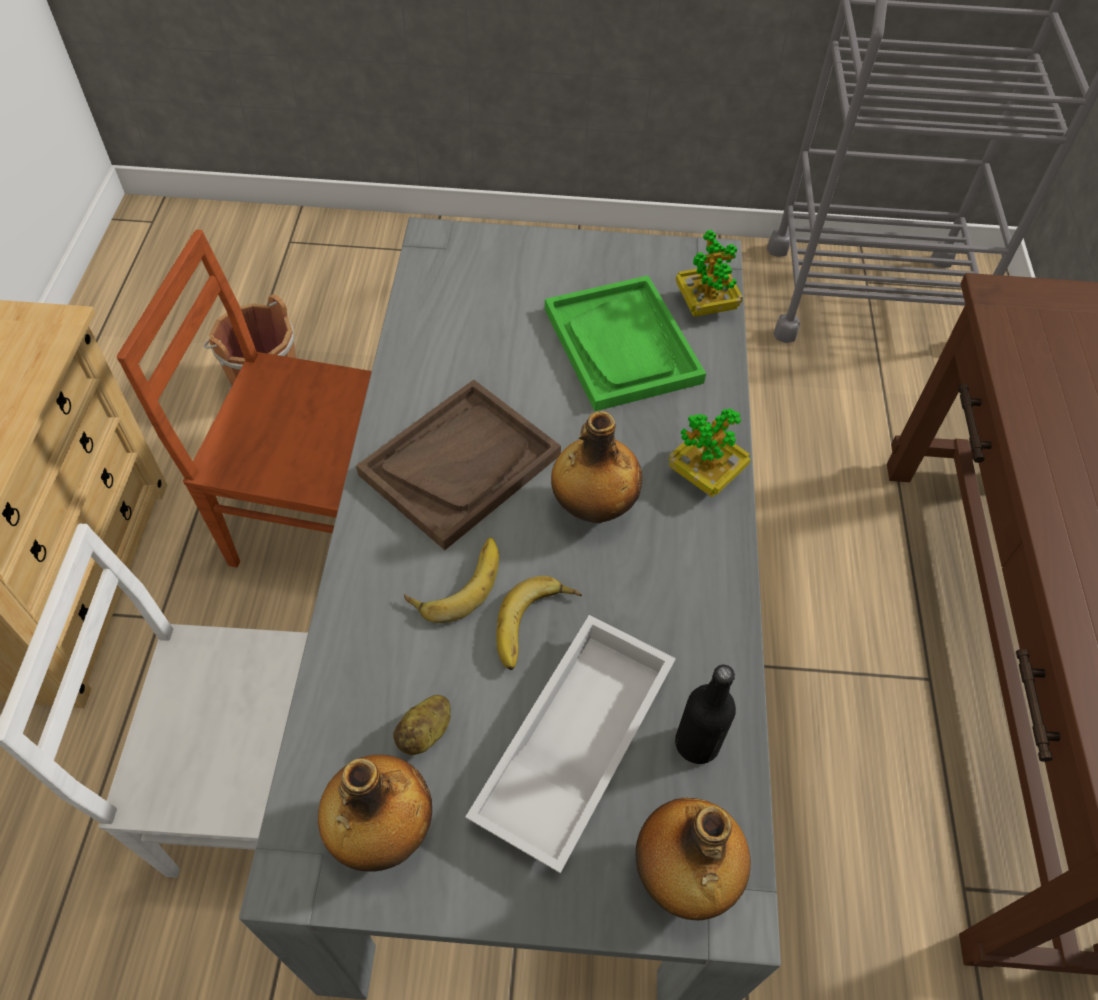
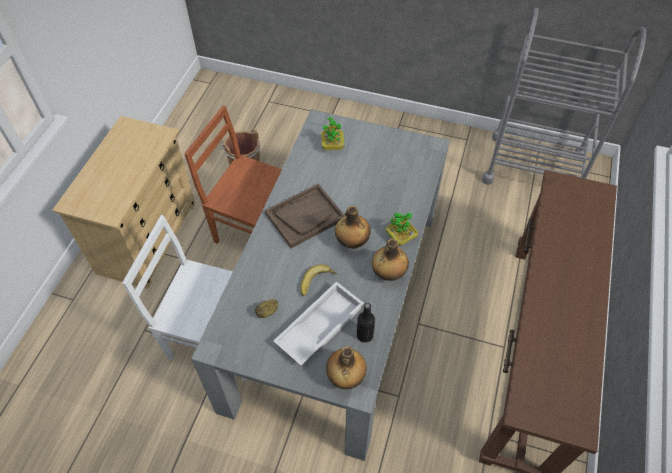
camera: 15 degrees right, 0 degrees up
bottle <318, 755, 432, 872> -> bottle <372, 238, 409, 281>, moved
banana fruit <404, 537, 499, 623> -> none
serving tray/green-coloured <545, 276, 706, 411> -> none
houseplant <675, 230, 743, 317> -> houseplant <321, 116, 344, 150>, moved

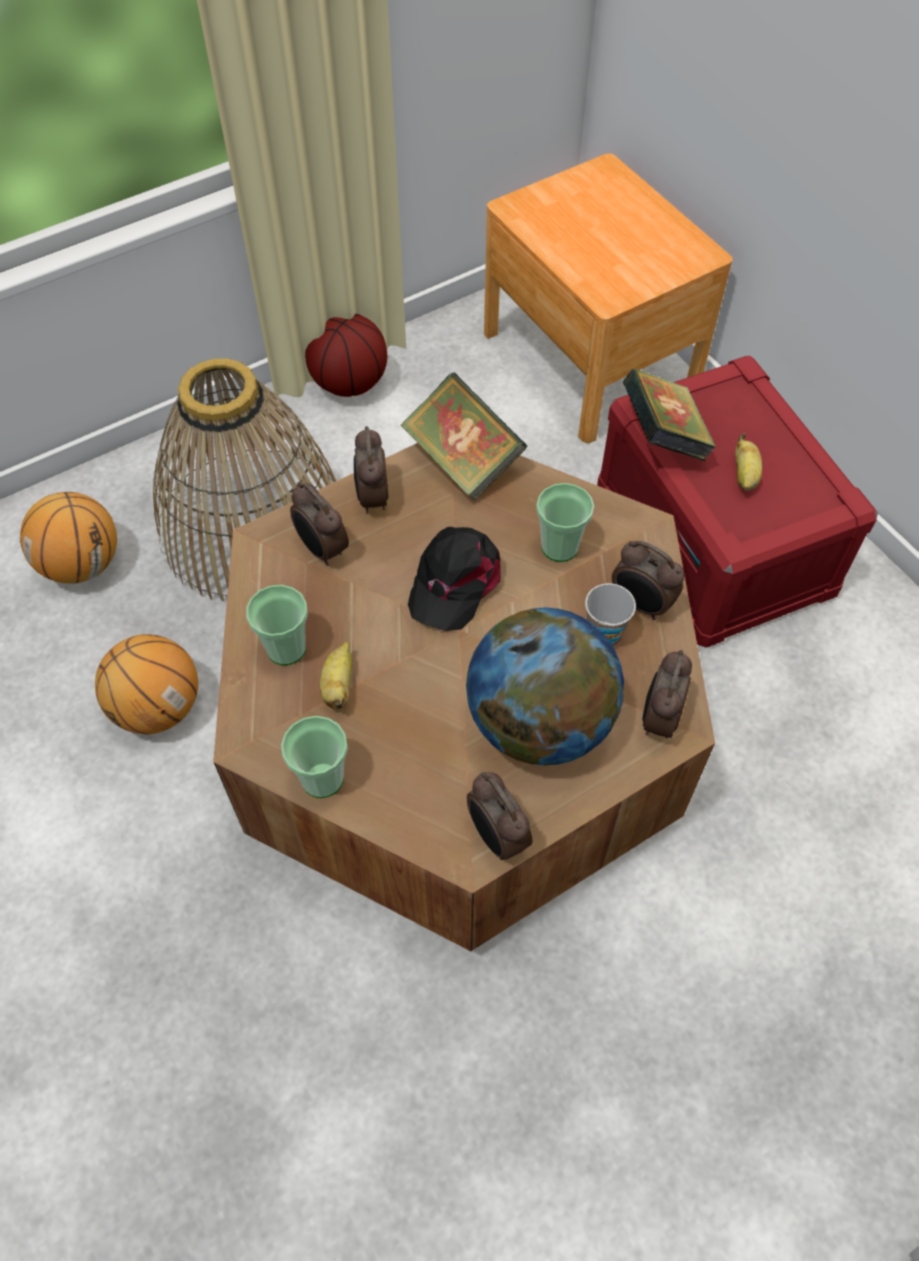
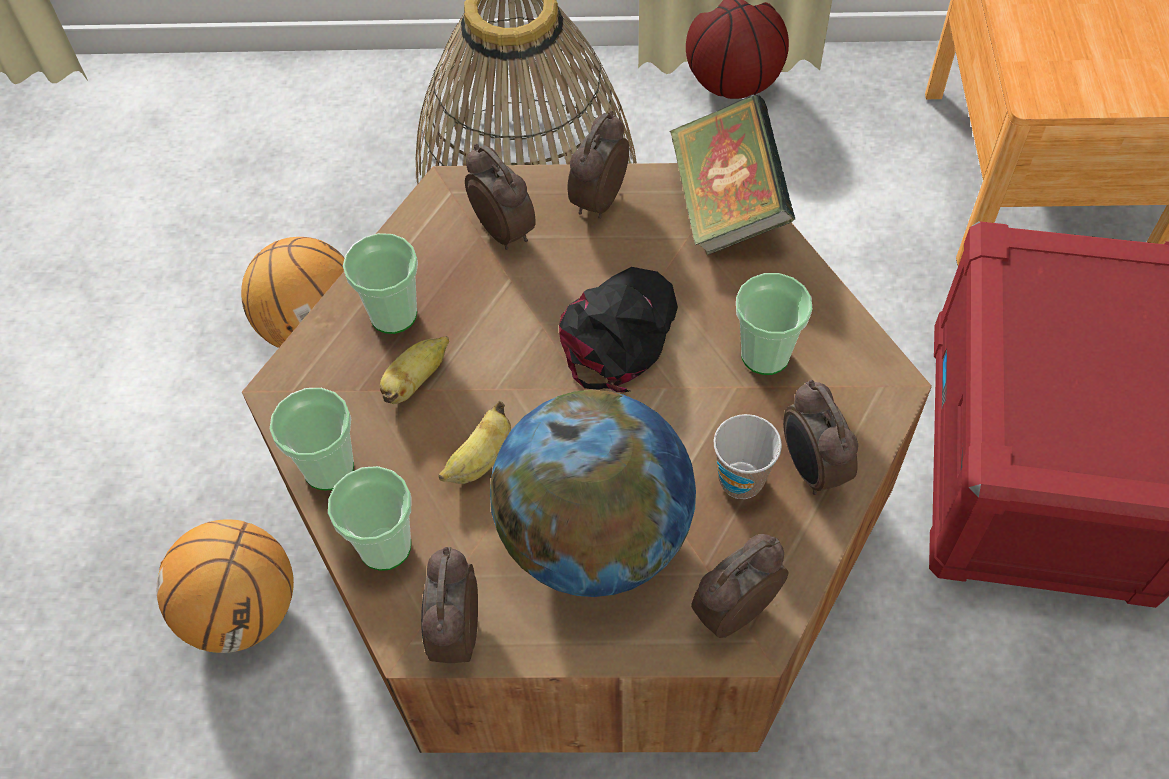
camera: 35 degrees right, 0 degrees up
basketball <20, 492, 117, 584> -> basketball <157, 519, 294, 653>, moved
table clock <290, 482, 349, 566> -> table clock <465, 143, 536, 250>, 150 degrees clockwise
peaked cap/blackish <408, 527, 501, 631> -> peaked cap/blackish <559, 267, 678, 392>, 150 degrees clockwise
bound book <623, 369, 717, 461> -> none
banana fruit <735, 433, 762, 491> -> banana fruit <438, 401, 511, 484>, moved
none -> drinking cup <328, 466, 412, 571>

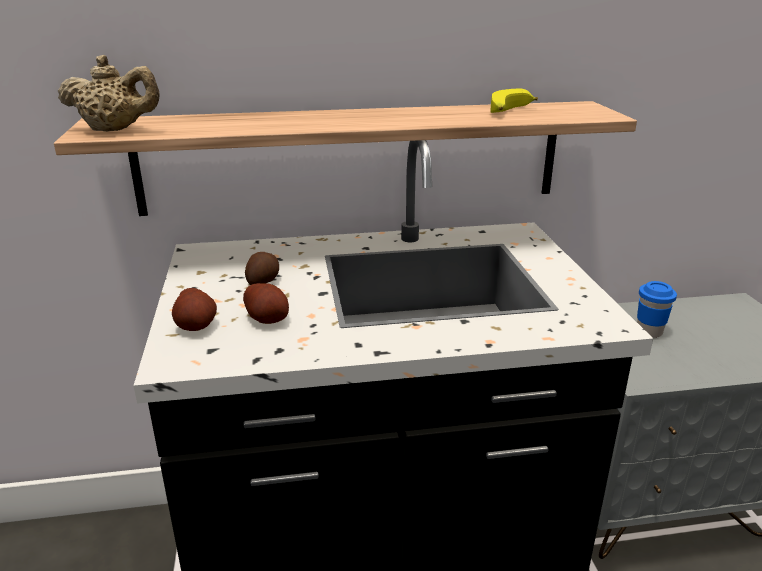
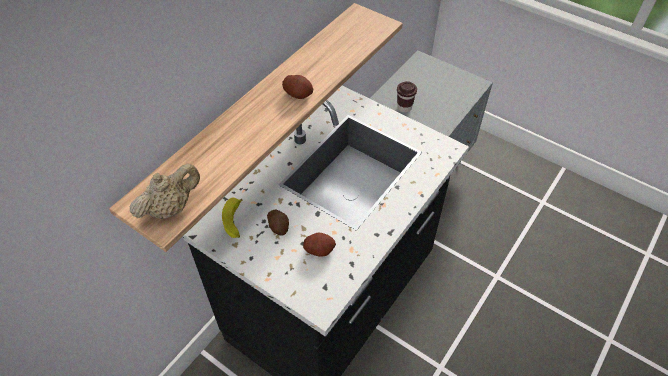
camera: 45 degrees left, 25 degrees up
spud <172, 288, 217, 331> -> spud <282, 75, 313, 99>, moved
banana fruit <491, 88, 538, 113> -> banana fruit <222, 198, 243, 238>, moved
drinking cup/bluish <637, 281, 677, 338> -> drinking cup/brown-coloured <397, 81, 417, 113>

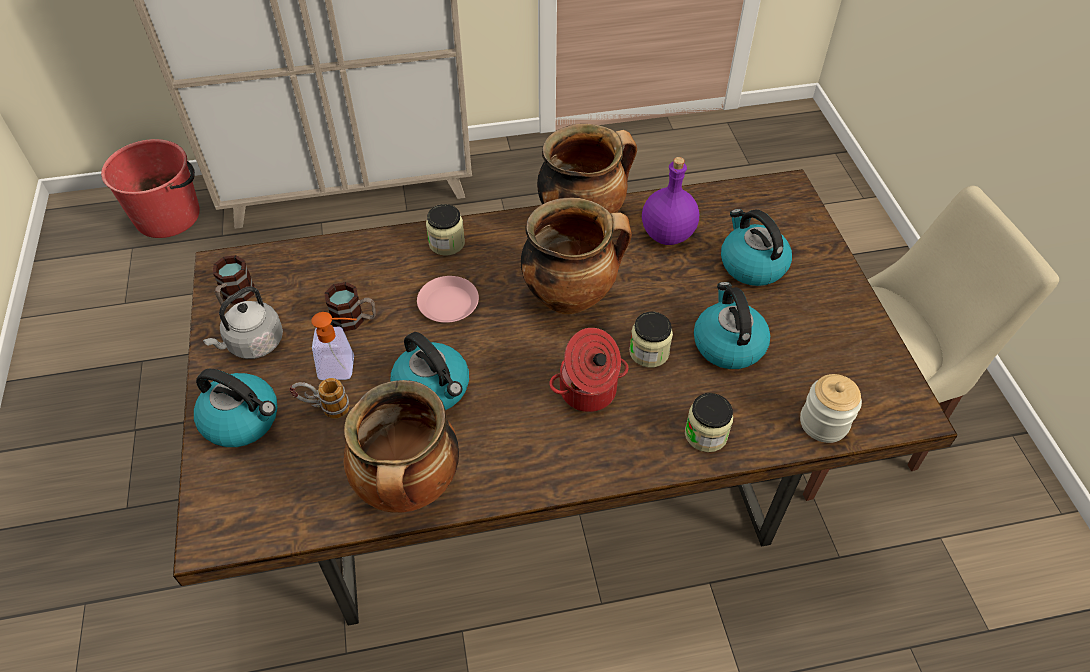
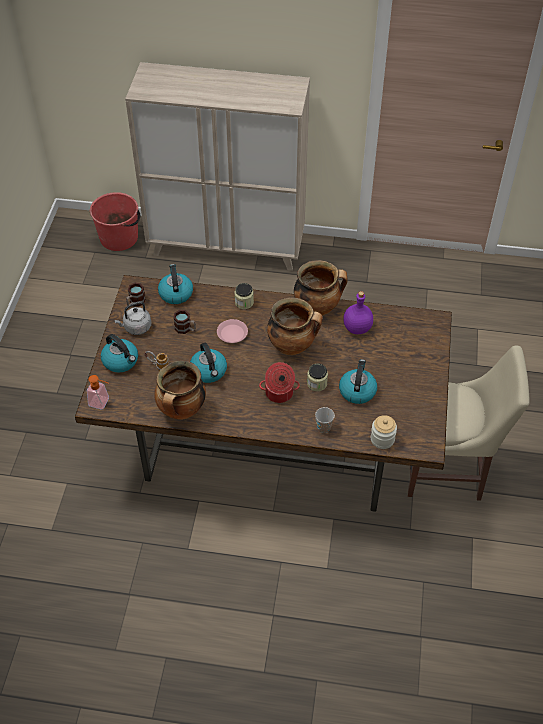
camera: 20 degrees right, 0 degrees up
soap bottle <311, 312, 357, 380> -> soap bottle <87, 375, 109, 410>, moved
storage jar <685, 393, 733, 452> -> drinking cup <315, 407, 335, 433>
kettle <721, 209, 792, 286> -> kettle <158, 264, 193, 304>, moved

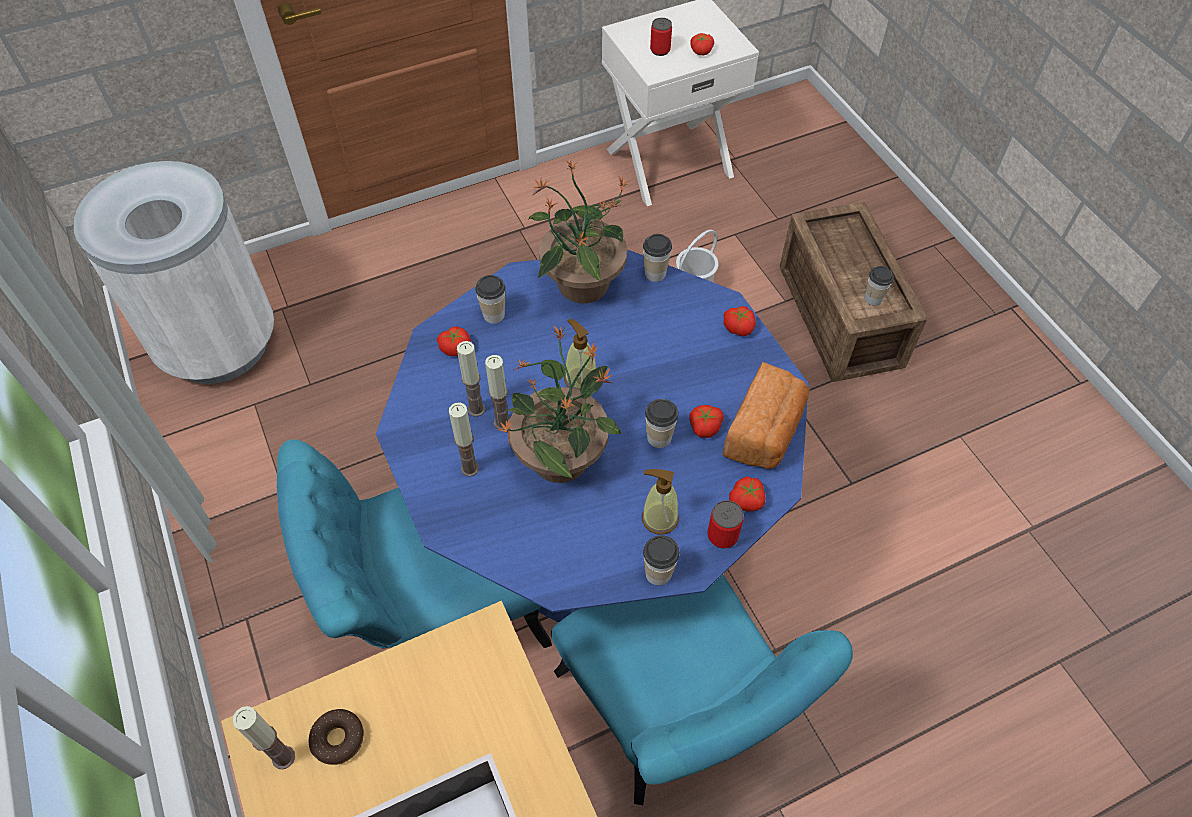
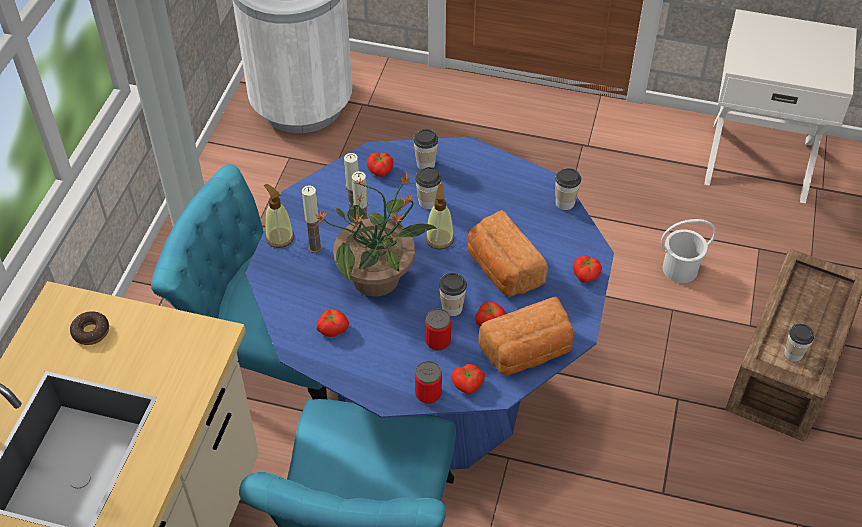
camera: 40 degrees right, 5 degrees down
candle <232, 706, 295, 769> -> none
houseplant <528, 160, 631, 304> -> none
soap bottle <642, 469, 679, 535> -> soap bottle <264, 184, 294, 248>, moved
drinking cup <643, 535, 679, 586> -> drinking cup <415, 167, 441, 210>, moved
metal can <650, 18, 672, 56> -> metal can <425, 309, 451, 350>, moved
tomato <690, 33, 714, 56> -> tomato <317, 309, 349, 337>, moved
none -> baked bread <467, 210, 548, 297>

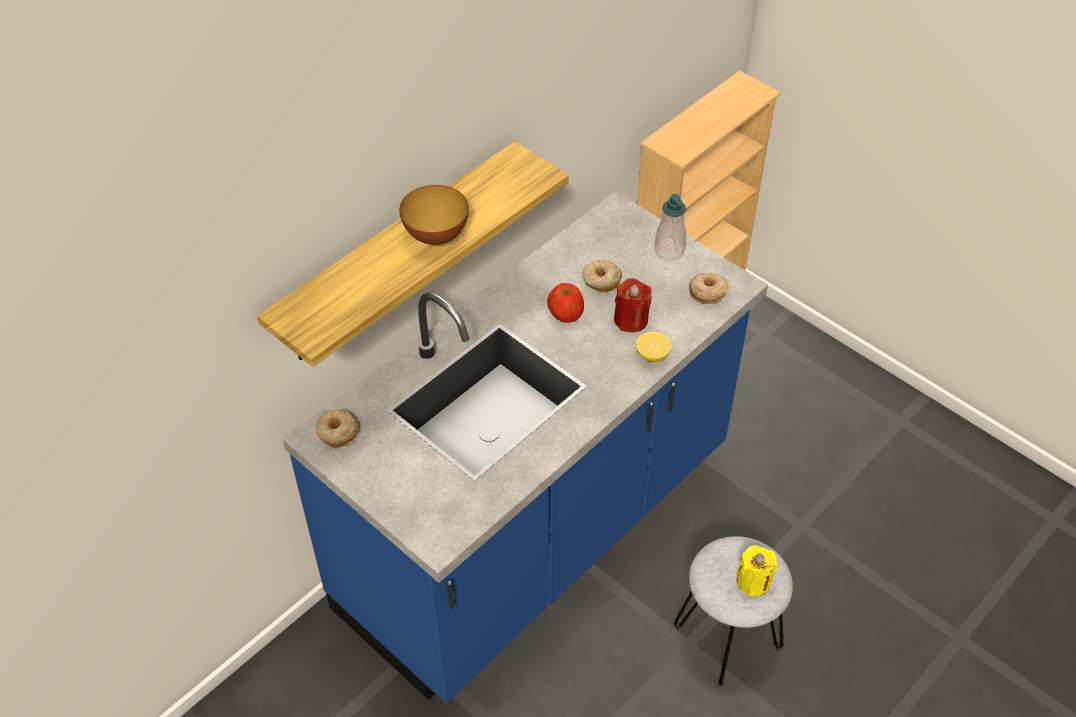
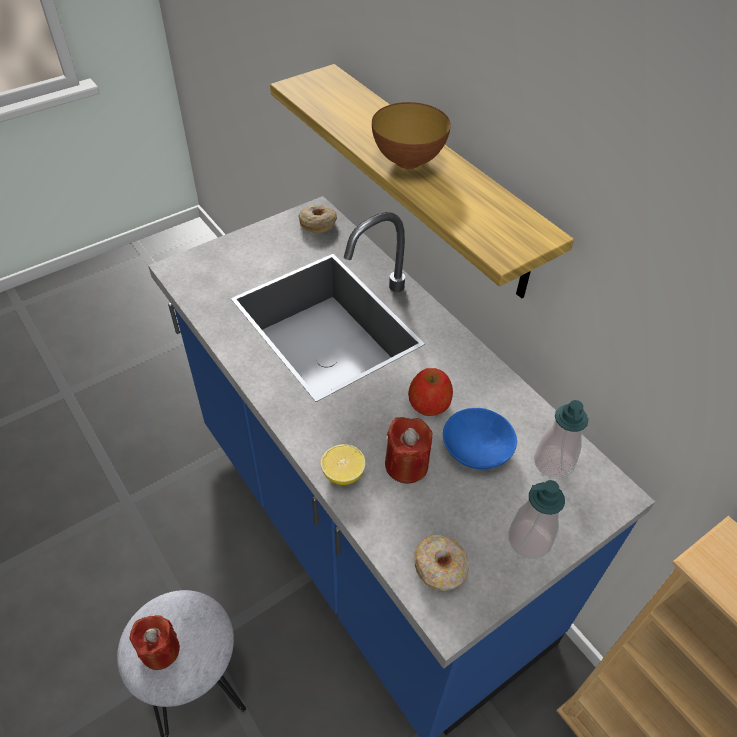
camera: 100 degrees right, 0 degrees up
doughnut <583, 260, 622, 292> -> bowl/bluish <443, 408, 517, 469>
candle/yellowish <736, 545, 778, 597> -> candle/reddish <129, 615, 180, 670>
none -> soap bottle <534, 400, 588, 479>

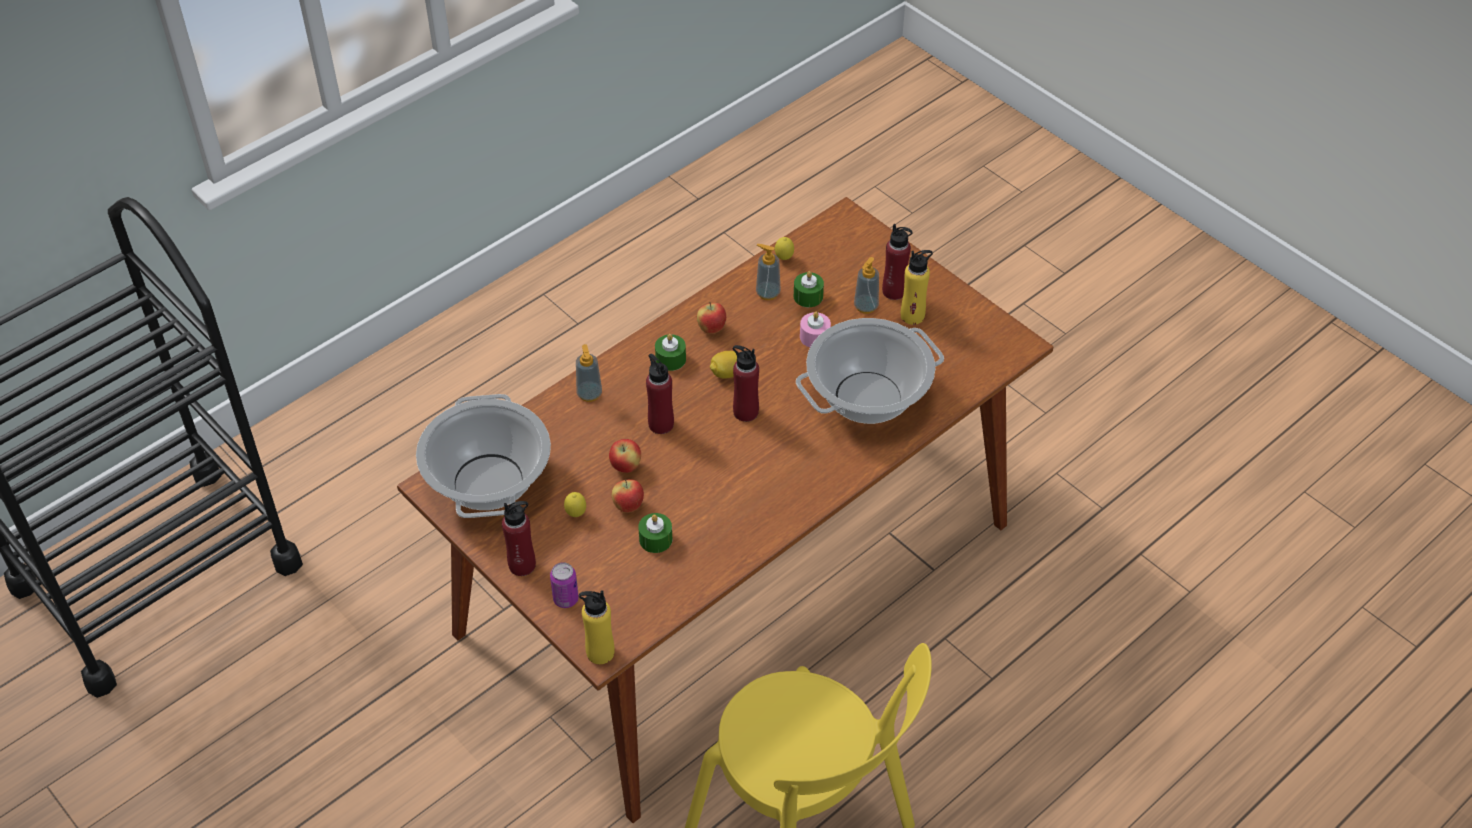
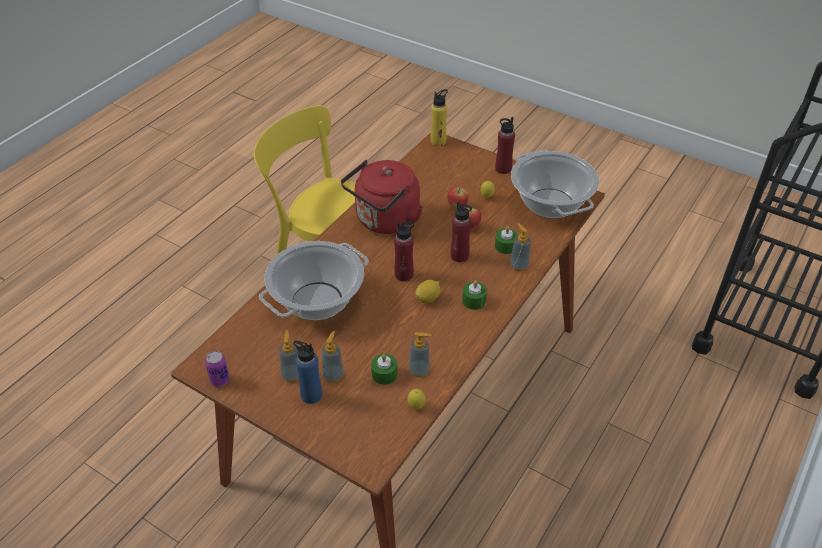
camera: 165 degrees right, 5 degrees down
metal can <550, 562, 579, 608> -> metal can <205, 351, 230, 387>, moved
candle/green-coloured <638, 513, 672, 553> -> candle/green-coloured <495, 226, 518, 254>, moved
apple fruit <697, 302, 726, 334> -> none
candle/pinkish <800, 311, 831, 347> -> none
bottle/reddish <882, 224, 912, 300> -> bottle/bluish <293, 341, 322, 404>
bottle/yellowish <901, 250, 933, 325> -> soap bottle <279, 330, 299, 382>
none -> kettle/reddish <341, 160, 423, 234>

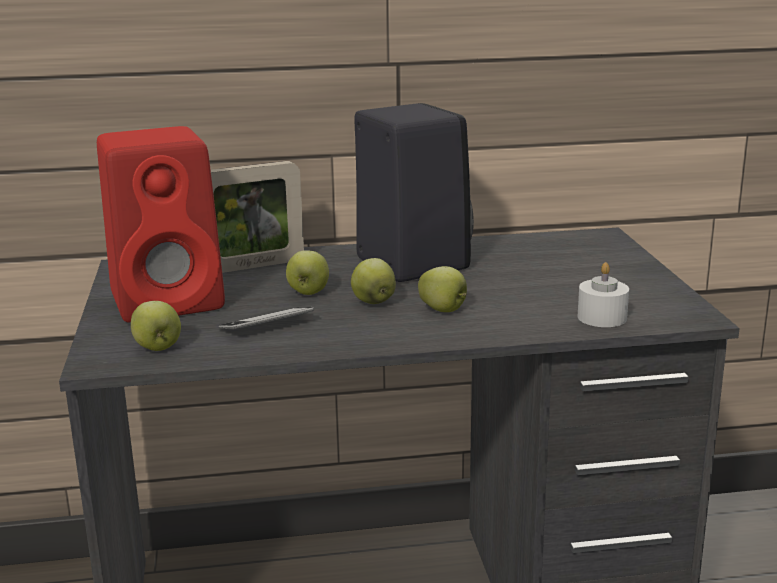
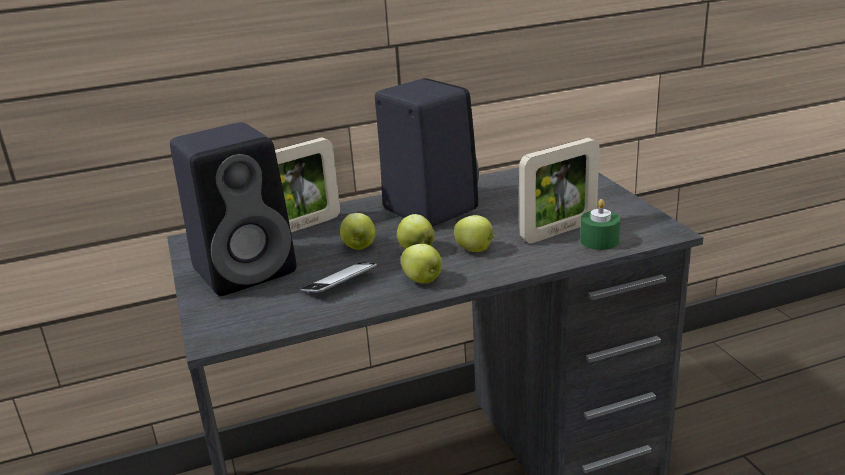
camera: 10 degrees left, 5 degrees up
loudspeaker/reddish <97, 126, 225, 323> -> loudspeaker/blackish <170, 122, 296, 296>
apple fruit <131, 301, 181, 351> -> apple fruit <401, 244, 442, 284>, moved
candle/whitish <578, 262, 629, 327> -> candle/green-coloured <580, 199, 620, 250>
none -> picture frame <519, 138, 600, 243>

